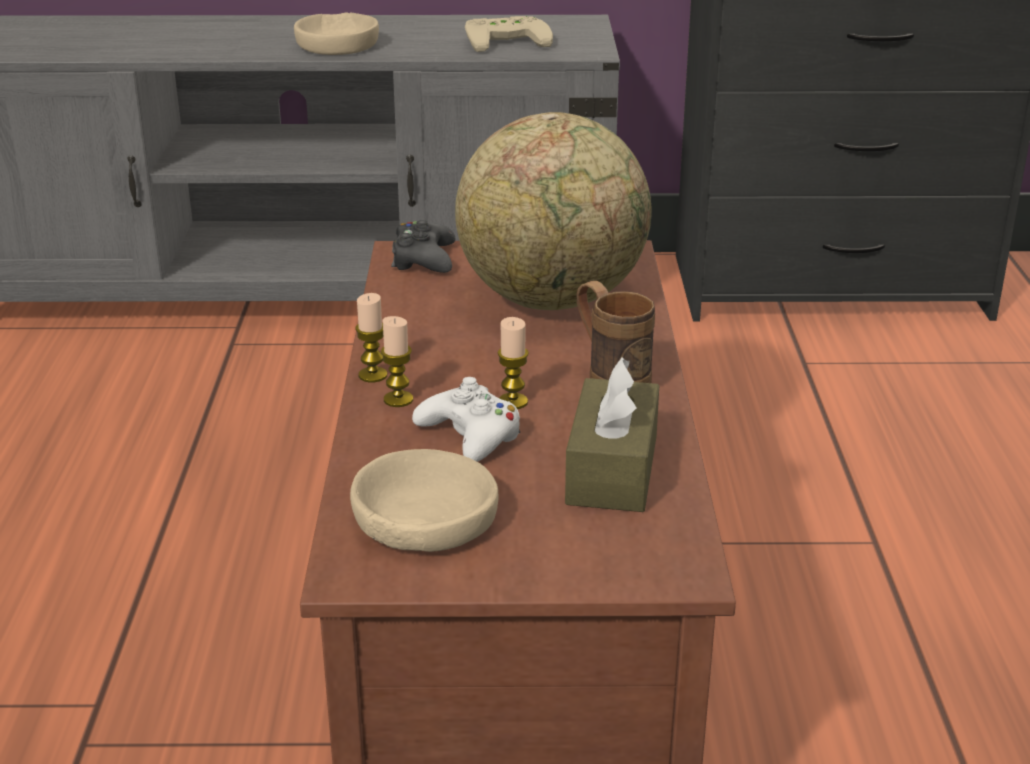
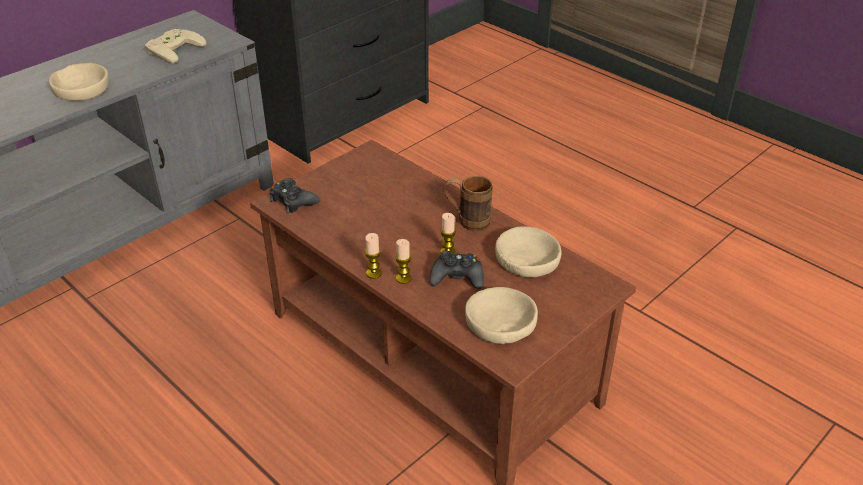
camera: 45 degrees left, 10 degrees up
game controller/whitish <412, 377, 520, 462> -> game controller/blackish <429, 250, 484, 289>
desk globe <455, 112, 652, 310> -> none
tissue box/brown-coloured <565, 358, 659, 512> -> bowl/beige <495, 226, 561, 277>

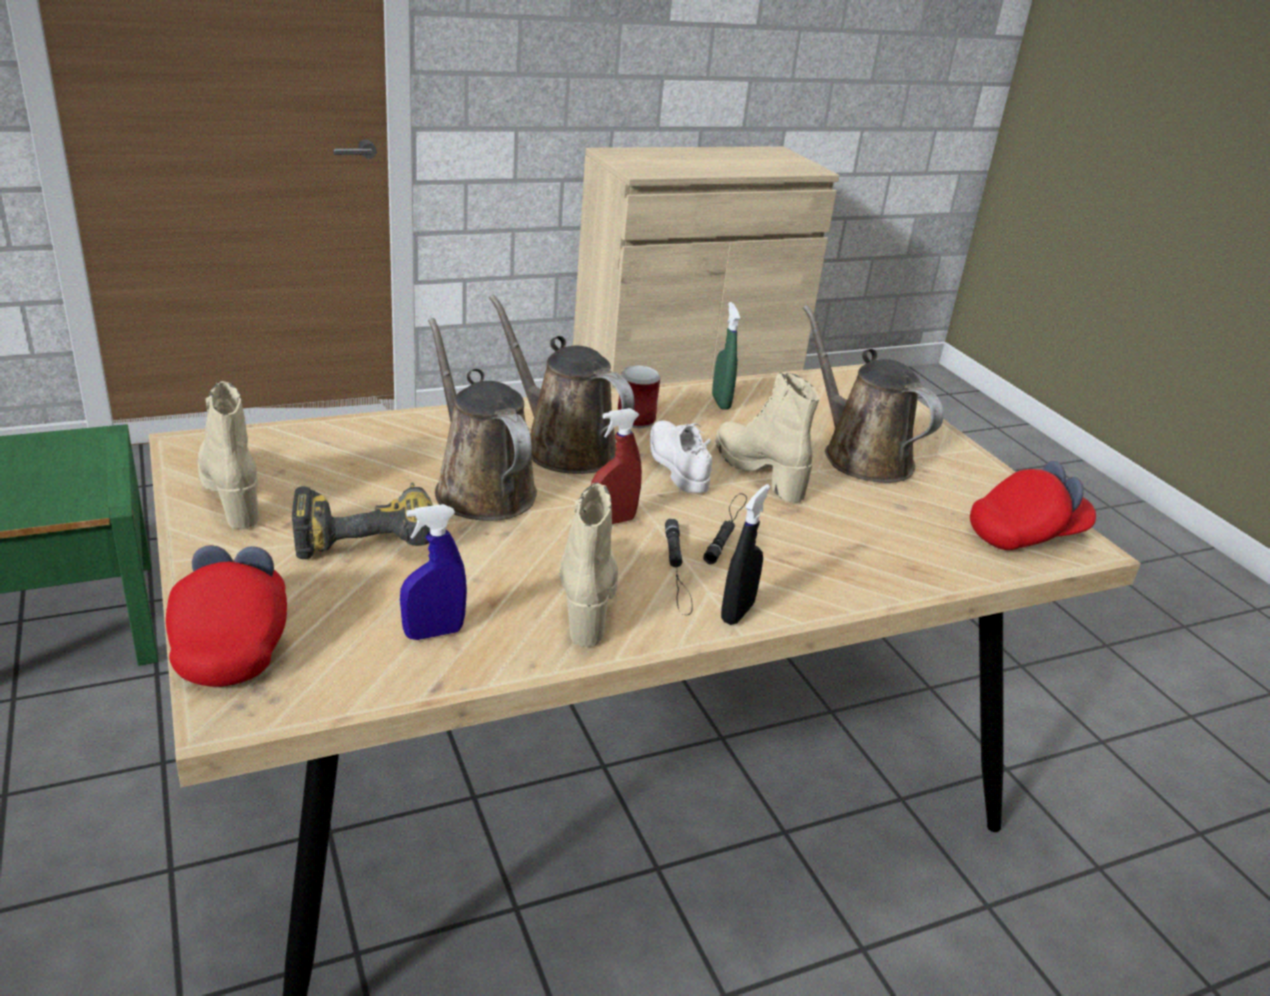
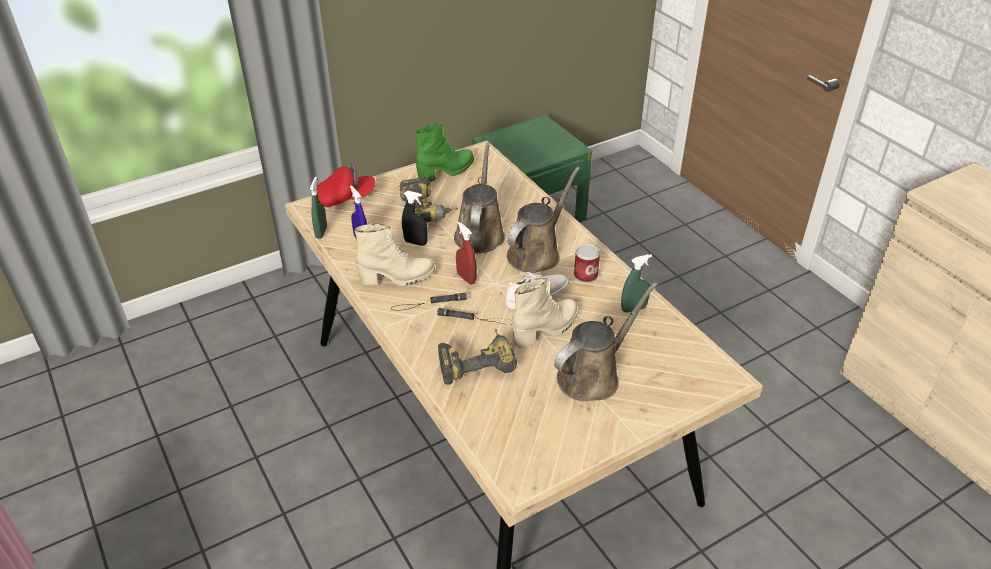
camera: 85 degrees right, 10 degrees up
tall boot/beige <198, 381, 259, 530> -> tall boot/green-coloured <415, 124, 474, 182>
watering can/brown-coloured <428, 318, 537, 521> -> watering can/brown-coloured <454, 142, 505, 253>, 45 degrees counterclockwise
sprayer/blackish <721, 484, 770, 625> -> sprayer/blackish <402, 191, 428, 246>, moved
peaked cap/reddish <970, 461, 1096, 550> -> none
none -> sprayer/green-coloured <310, 177, 327, 239>
none -> drill <438, 329, 517, 385>

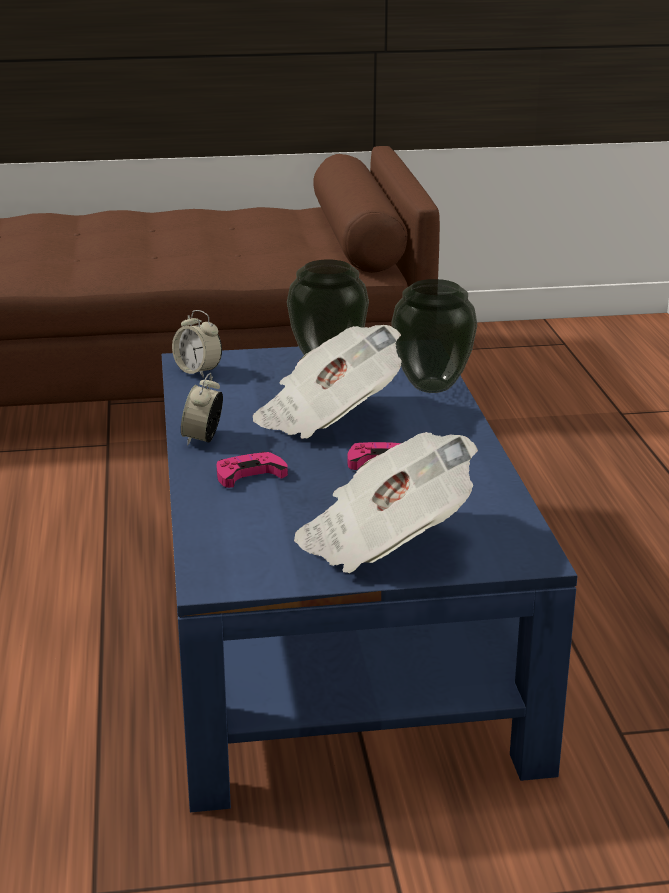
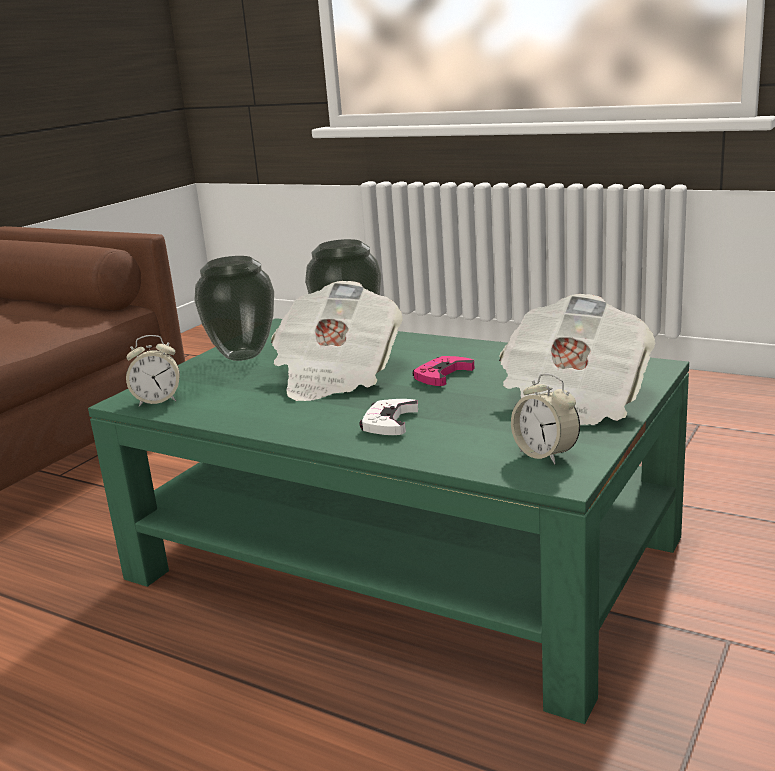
camera: 50 degrees left, 5 degrees down
low table/bluish <161, 347, 578, 812> -> low table/green-coloured <88, 318, 689, 724>
table clock <181, 373, 223, 446> -> table clock <511, 374, 580, 464>, moved
game controller/pinkish <217, 452, 288, 488> -> game controller/whitish <360, 399, 418, 435>

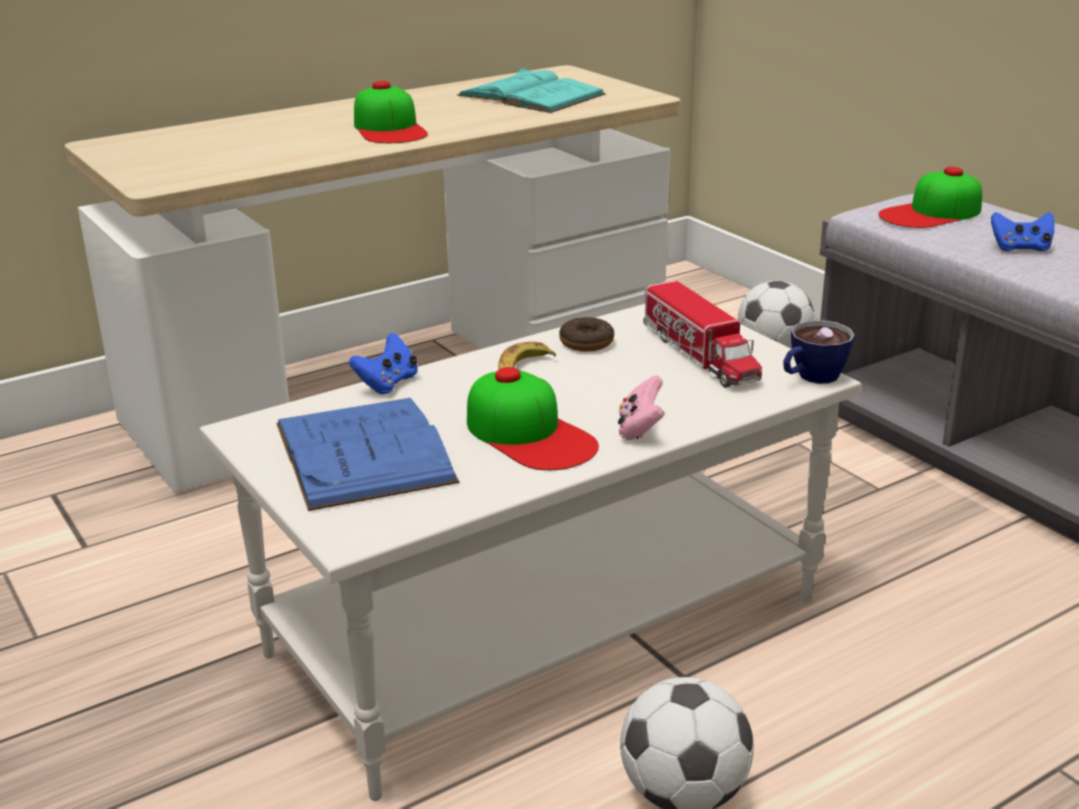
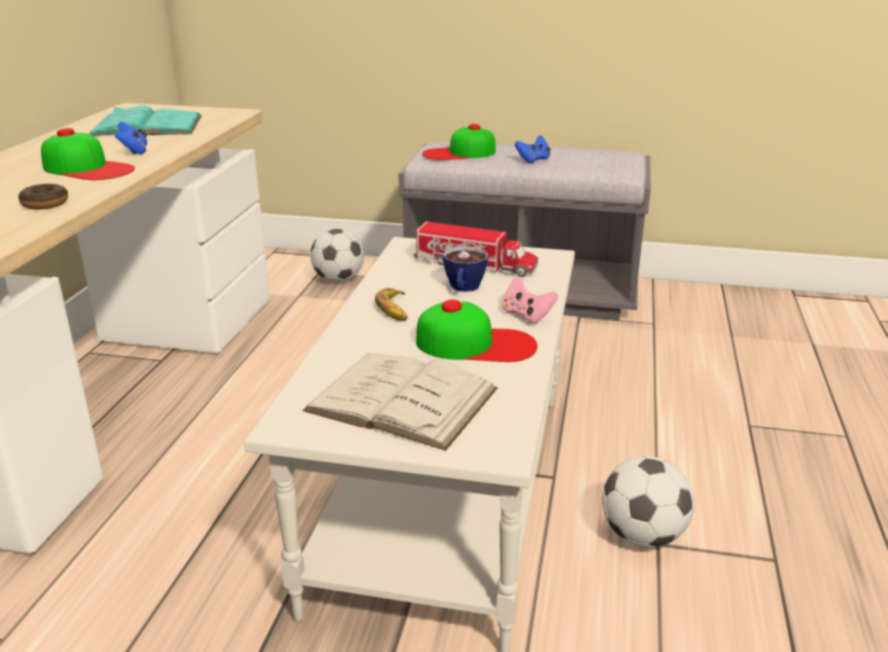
camera: 45 degrees left, 0 degrees up
bound book/bluish <276, 398, 459, 511> -> bound book/whitish <303, 353, 498, 451>
game controller/bluish <349, 332, 418, 394> -> game controller/bluish <115, 121, 147, 155>, moved
doughnut <559, 317, 614, 351> -> doughnut <18, 184, 68, 209>, moved
drinking cup <783, 320, 855, 384> -> drinking cup <443, 246, 488, 292>, moved
peaked cap <878, 167, 982, 228> -> peaked cap <422, 124, 496, 160>, 60 degrees clockwise

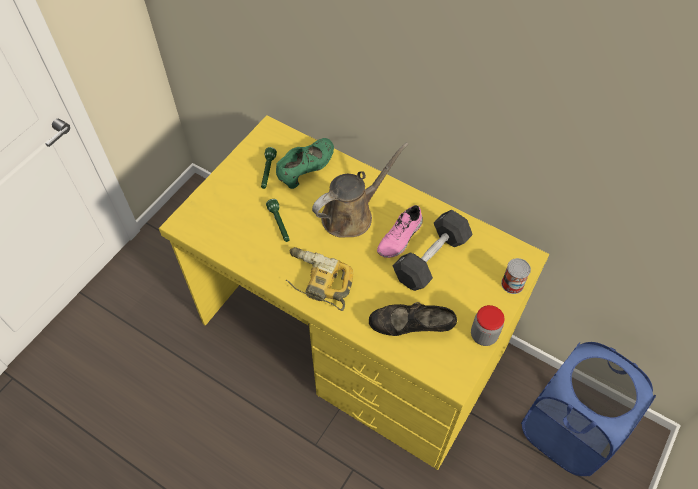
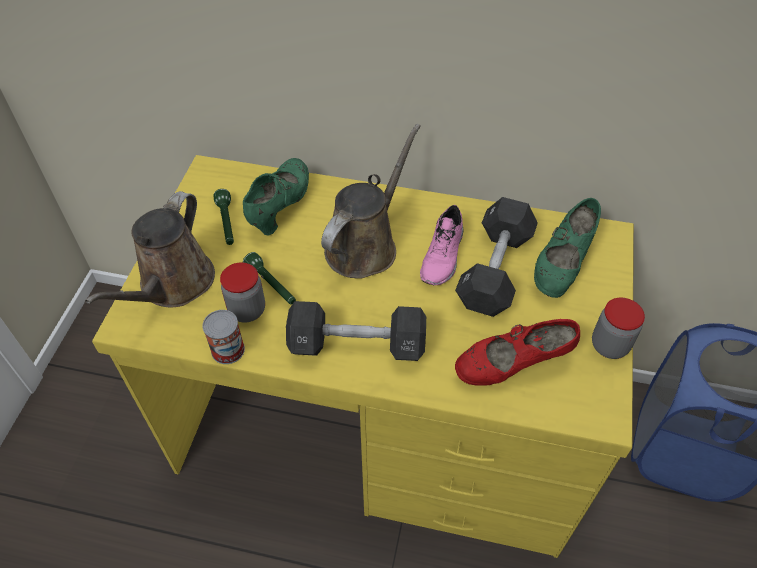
camera: 20 degrees left, 5 degrees down
drill <286, 247, 353, 311> -> hand weight/blackish <286, 301, 426, 361>
shoe/blackish <369, 302, 457, 336> -> shoe/reddish <455, 319, 580, 386>
metal can <501, 258, 531, 294> -> metal can <202, 310, 245, 364>, moved
none -> watering can/brown-coloured <85, 191, 215, 308>
none -> storage jar <220, 262, 265, 322>
none -> shoe/green-coloured <534, 198, 601, 298>

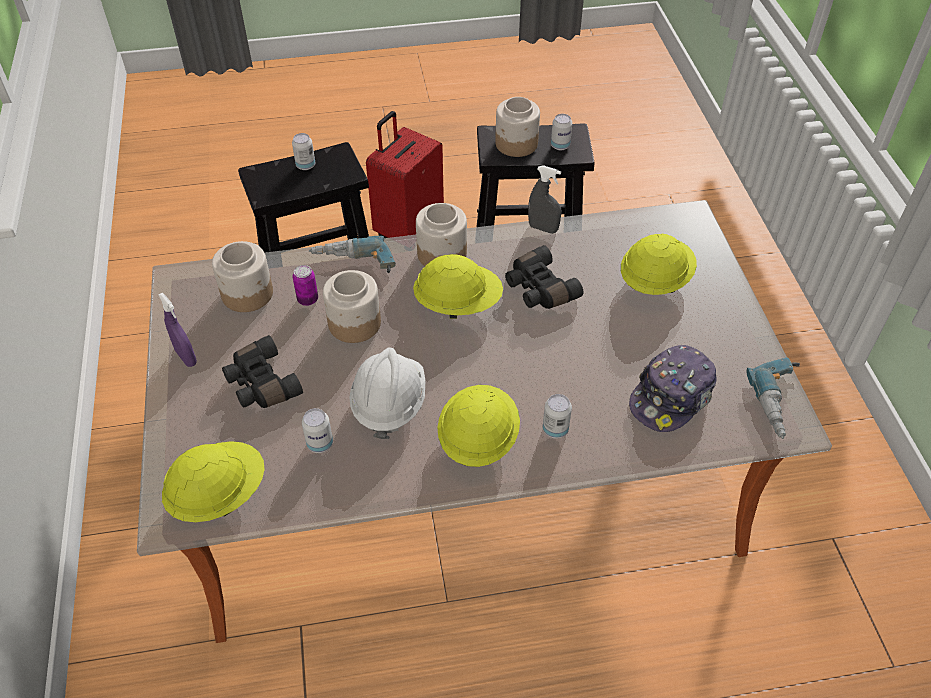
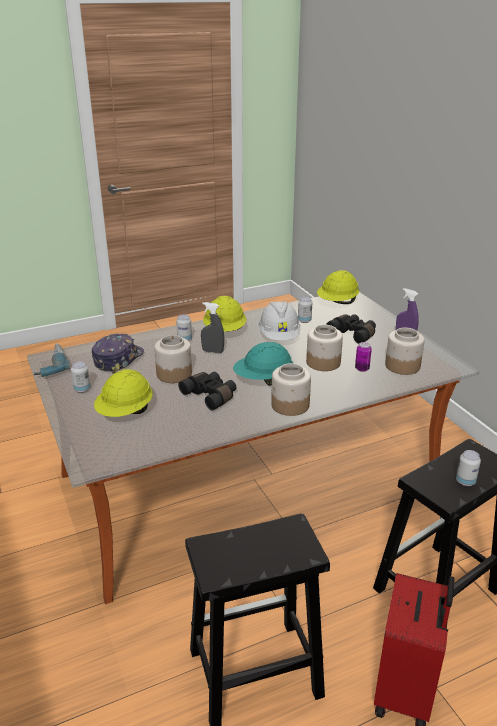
camera: 165 degrees right, 20 degrees down
drill <309, 236, 396, 273> -> none
safety helmet/yellowish <413, 254, 503, 319> -> safety helmet/turquoise-coloured <233, 342, 293, 386>
storage jar <495, 97, 540, 157> -> storage jar <154, 335, 192, 383>, moved
sprayer/gray <528, 165, 561, 234> -> sprayer/gray <201, 302, 224, 353>, moved
metal can <551, 114, 572, 150> -> metal can <71, 361, 91, 393>, moved

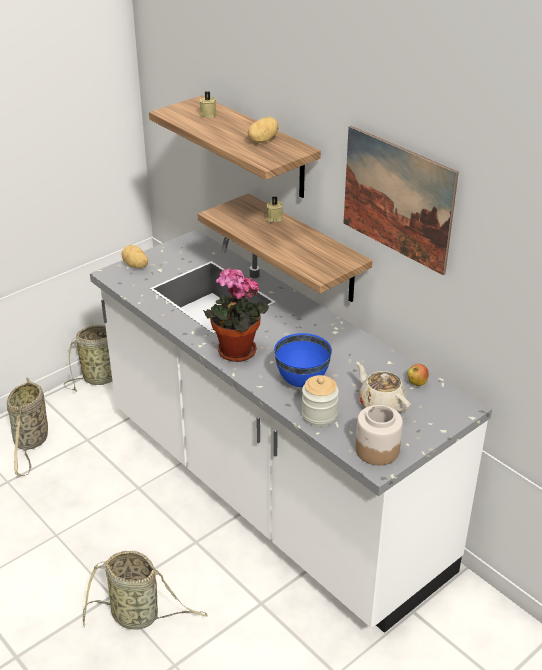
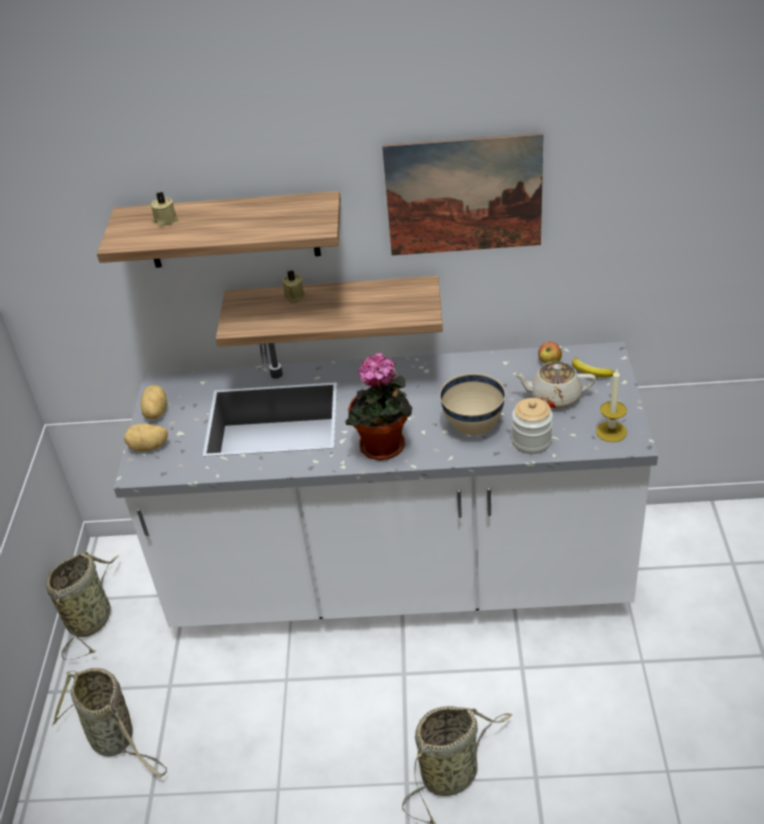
camera: 45 degrees left, 5 degrees up
spud <247, 117, 279, 143> -> spud <141, 385, 167, 420>, moved
bowl/bluish <274, 333, 332, 387> -> bowl/beige <440, 373, 506, 435>
storage jar <355, 405, 403, 465> -> candle <596, 369, 627, 442>
none -> banana fruit <572, 357, 615, 378>

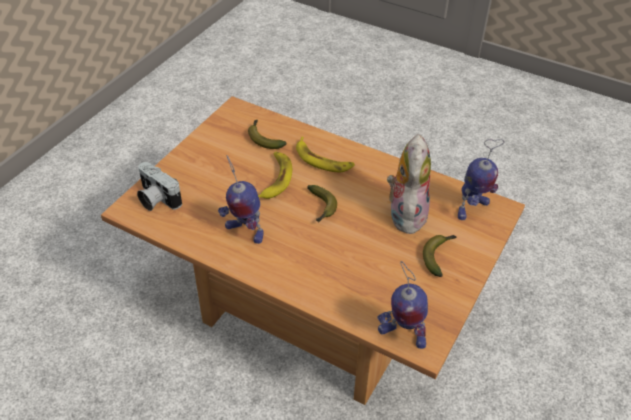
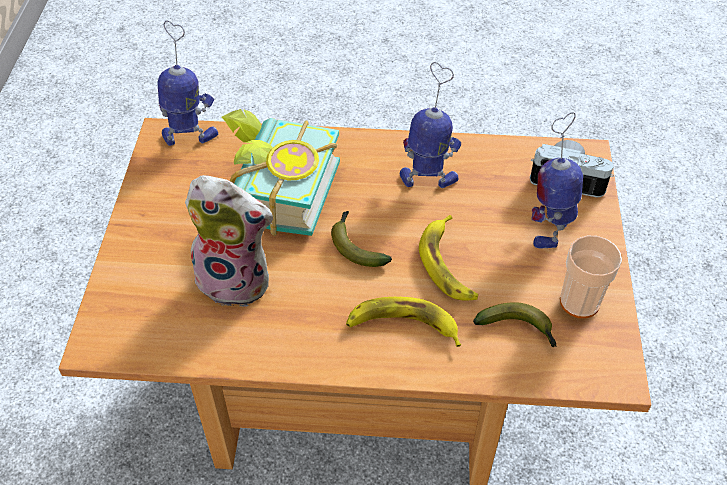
camera: 155 degrees right, 5 degrees up
soft toy <387, 134, 431, 234> -> soft toy <185, 175, 273, 307>, 60 degrees counterclockwise
banana fruit <423, 235, 456, 277> -> none
toy robot <458, 139, 504, 220> -> toy robot <531, 112, 583, 248>, moved
none -> bound book <222, 109, 340, 236>
none -> drinking cup <560, 236, 622, 318>

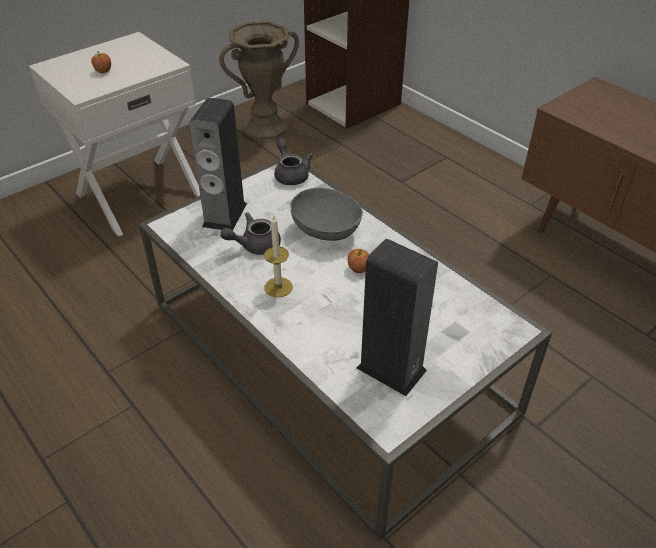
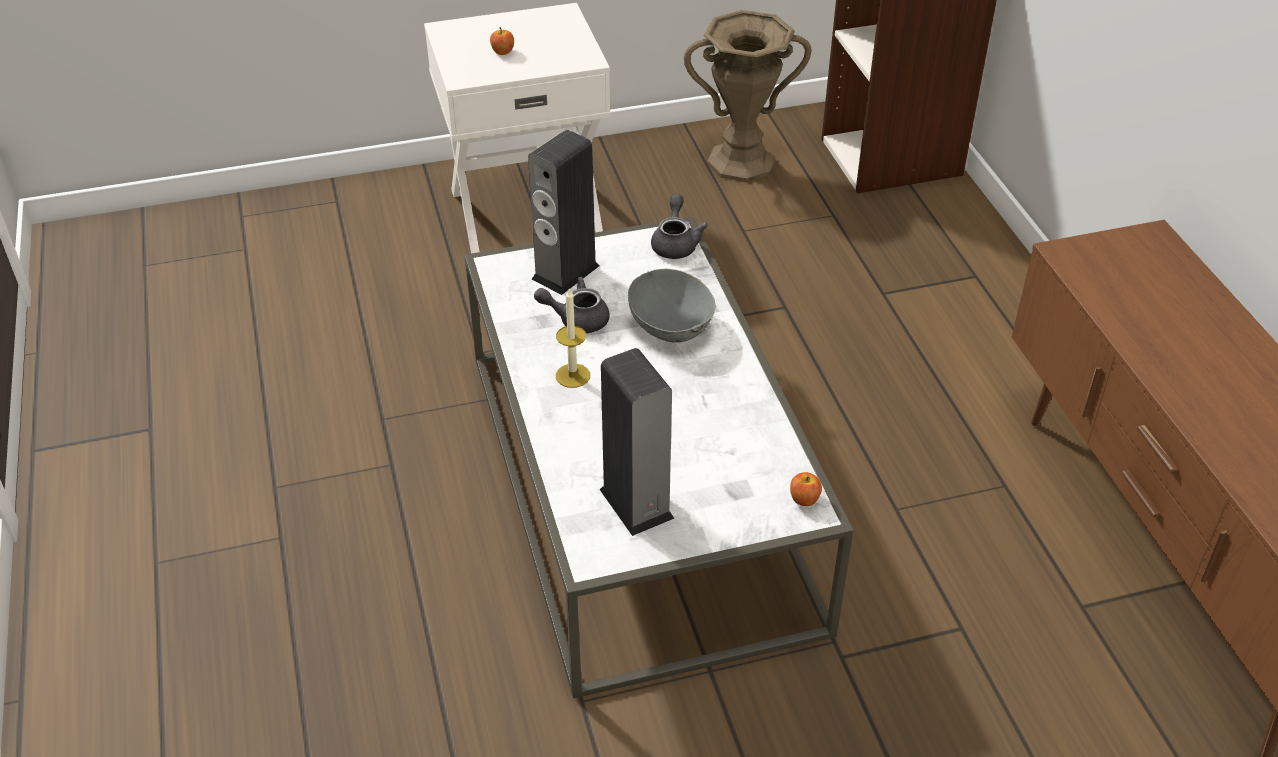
camera: 25 degrees right, 0 degrees up
apple fruit <348, 249, 369, 273> -> apple fruit <790, 472, 822, 506>, moved

